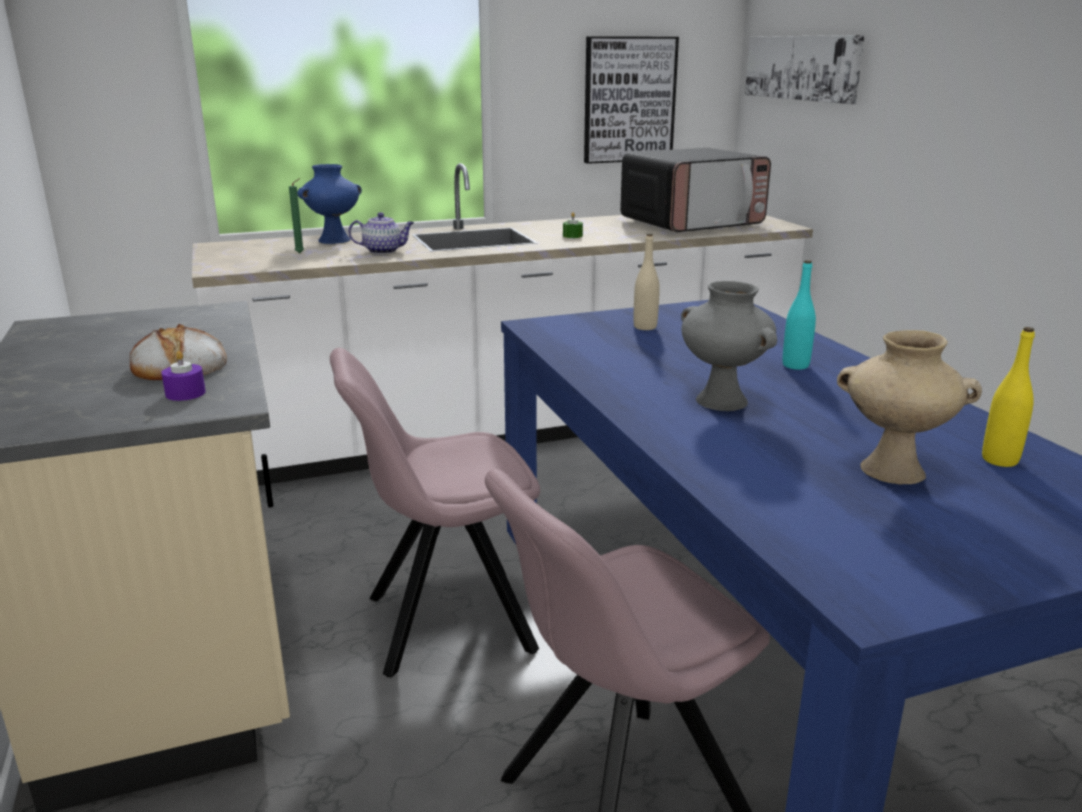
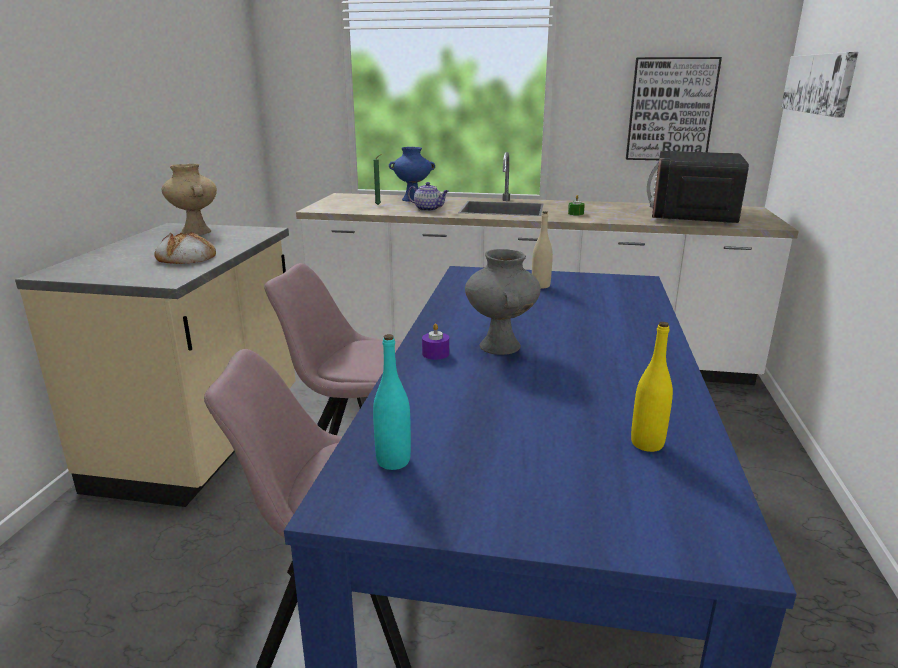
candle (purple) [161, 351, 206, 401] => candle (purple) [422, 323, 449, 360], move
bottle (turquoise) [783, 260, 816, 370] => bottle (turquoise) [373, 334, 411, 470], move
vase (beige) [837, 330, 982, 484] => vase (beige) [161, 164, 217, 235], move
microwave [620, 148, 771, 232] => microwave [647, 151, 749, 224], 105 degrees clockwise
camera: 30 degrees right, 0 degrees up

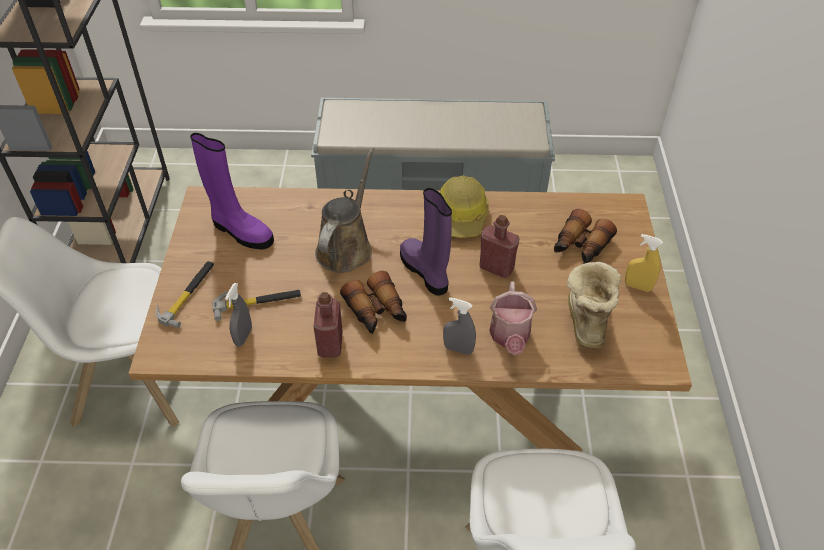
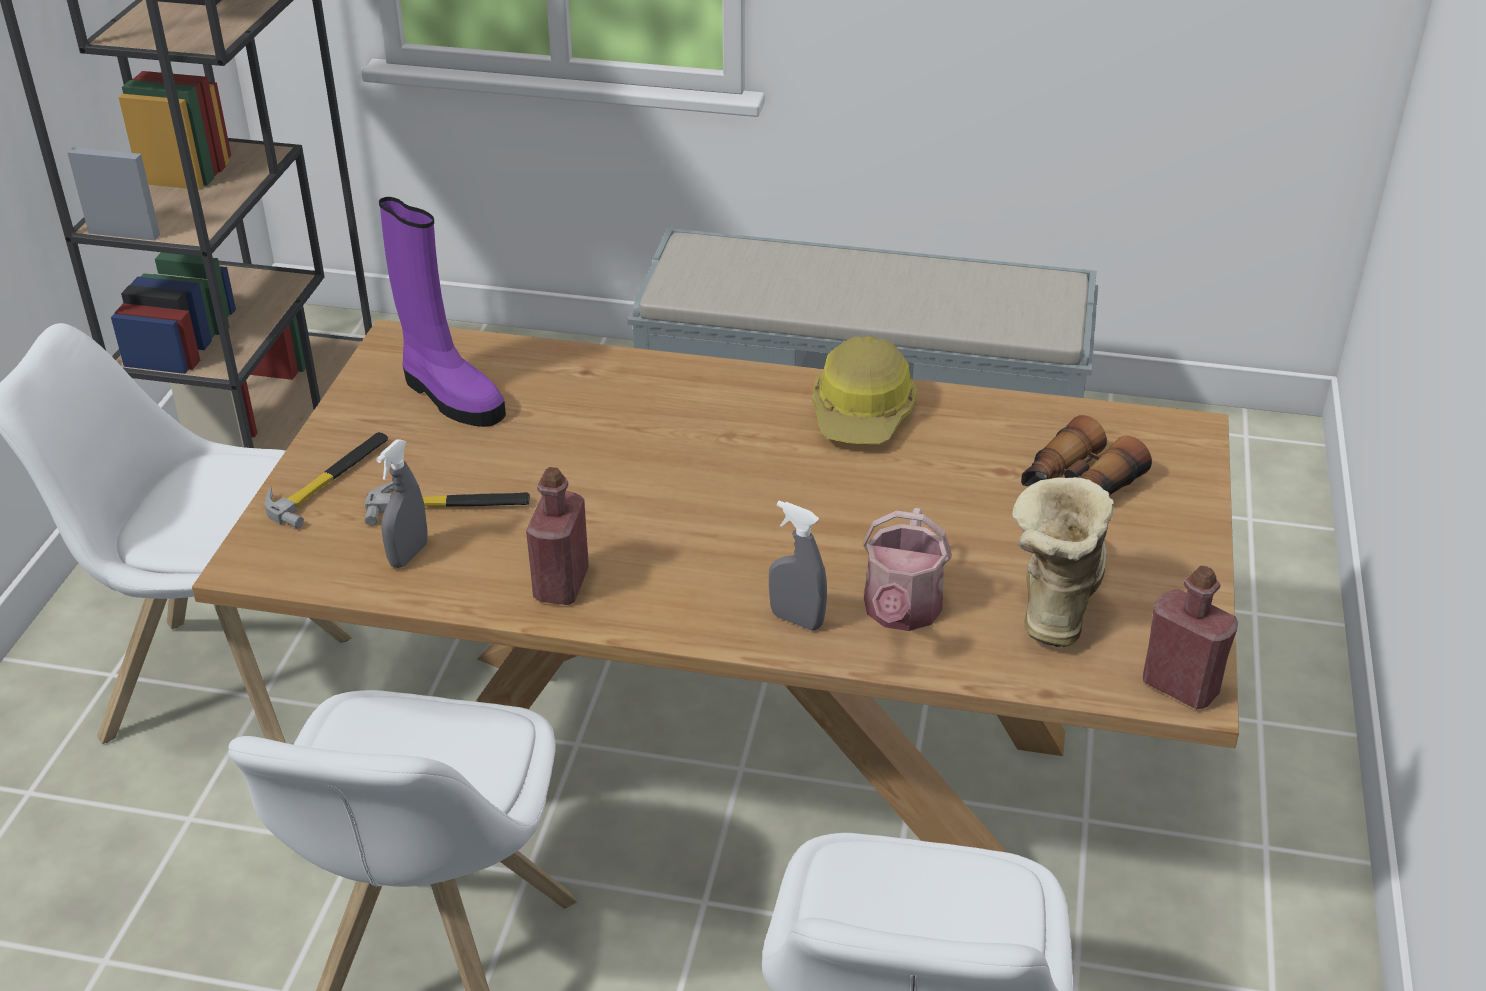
watering can (brown) [315, 148, 374, 273] => nothing
binoculars [340, 271, 407, 334] => nothing
boot (purple) [400, 188, 452, 296] => nothing
spray bottle (yellow) [625, 234, 663, 292] => nothing
bottle (red) [480, 215, 519, 278] => bottle (red) [1143, 566, 1238, 710], move
camera: 10 degrees right, 10 degrees down

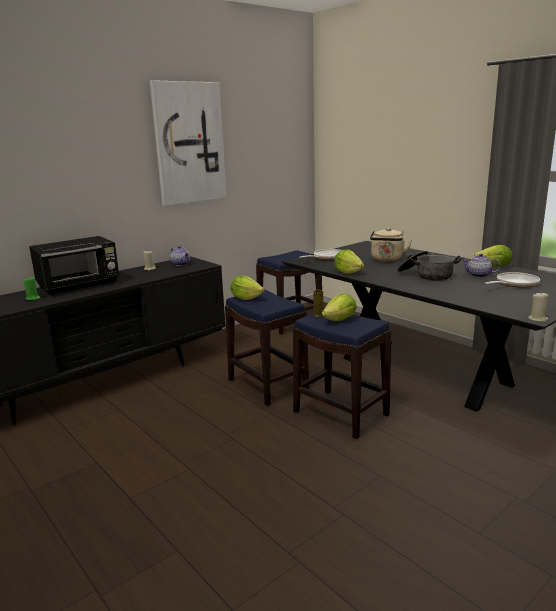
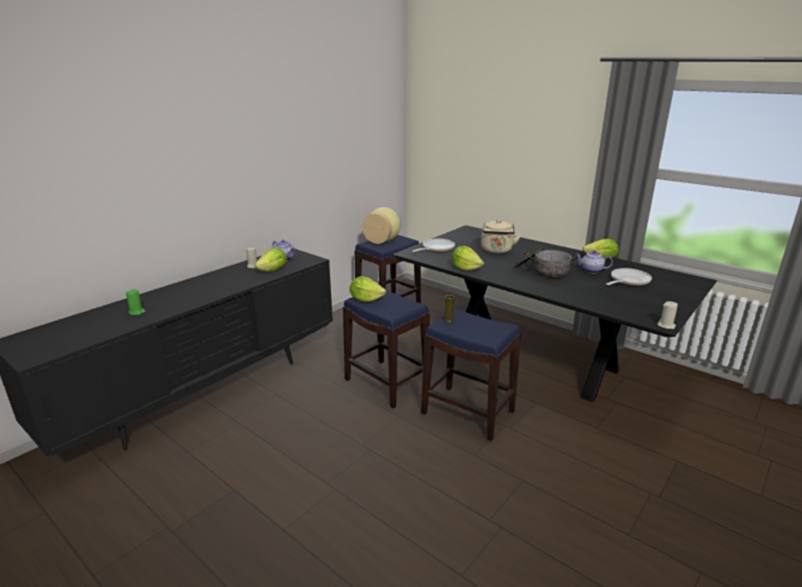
microwave (black) [29, 236, 119, 295] => nothing
picture [150, 80, 227, 206] => nothing
nothing => vase [362, 207, 401, 244]
lettuce [322, 294, 357, 321] => lettuce [254, 248, 287, 272], move
camera: 10 degrees left, 5 degrees up

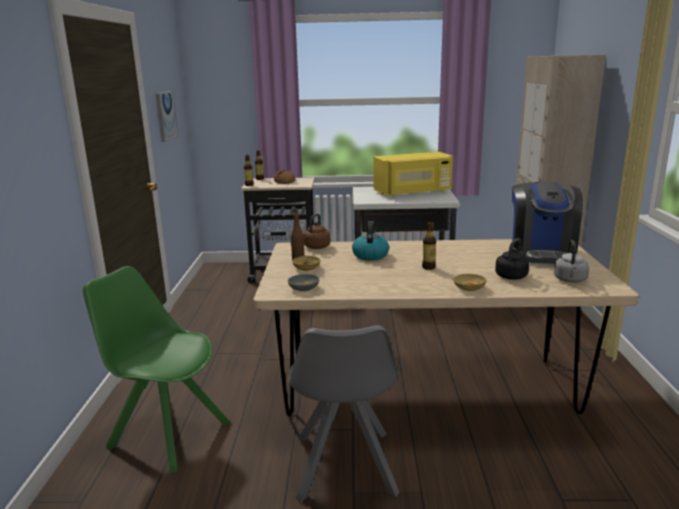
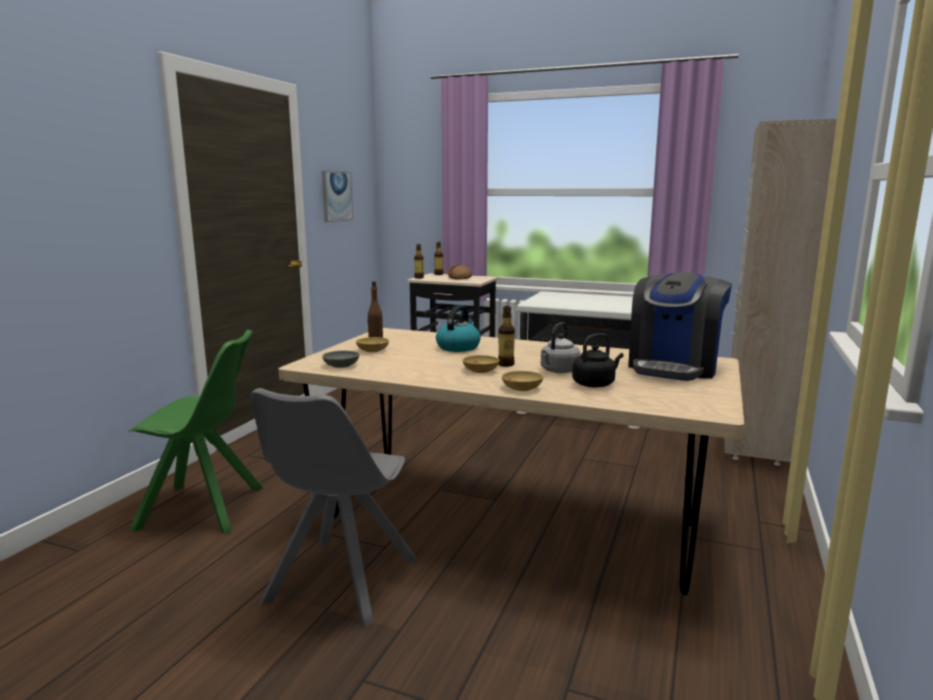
kettle (brown) [303, 214, 330, 249] => nothing
microwave (yellow) [373, 152, 453, 197] => nothing
nothing => bowl (beige) [462, 355, 500, 373]
kettle (grey) [554, 240, 590, 283] => kettle (grey) [541, 322, 581, 373], move
chair (green) [83, 266, 231, 473] => chair (green) [128, 330, 263, 534], 135 degrees clockwise
camera: 20 degrees right, 5 degrees down

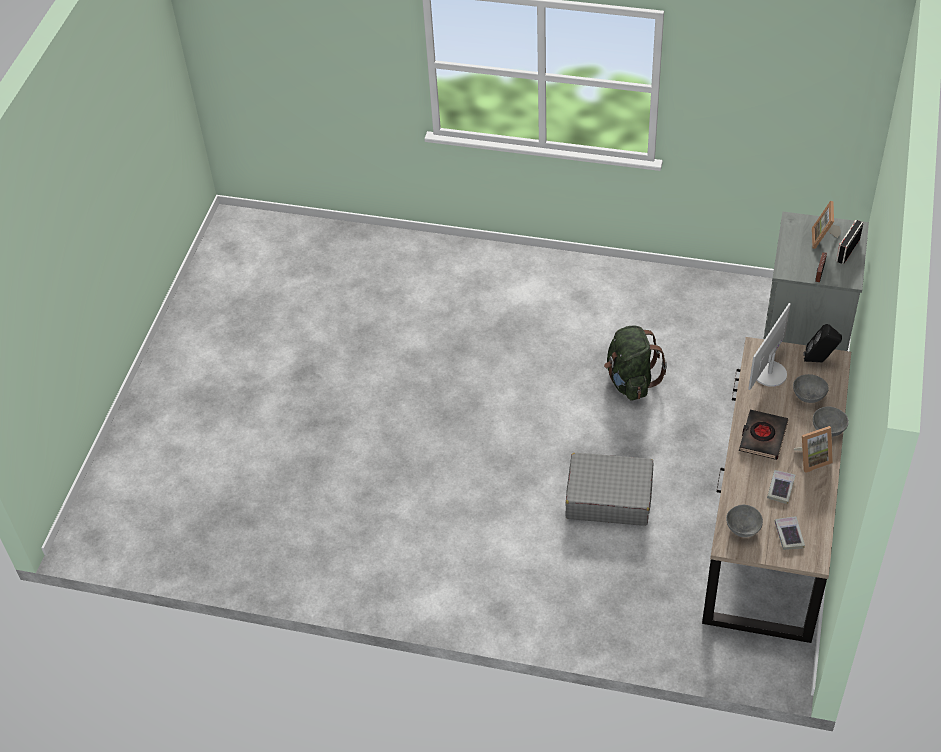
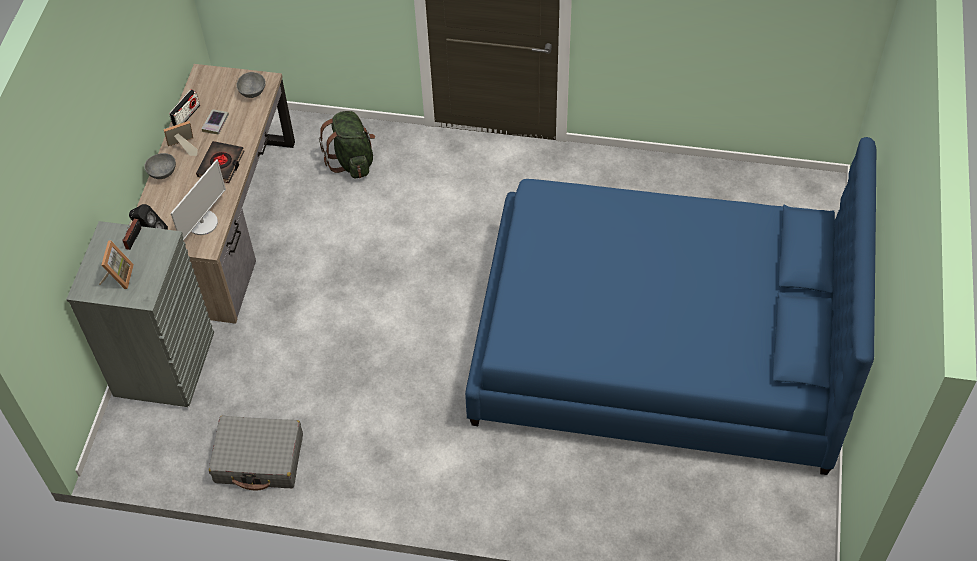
book [774, 516, 805, 550] => nothing
bowl (grey) [793, 374, 829, 403] => nothing
nothing => bed (blue) [465, 137, 877, 475]
suitcase (grey) [565, 453, 653, 526] => suitcase (grey) [209, 415, 303, 491], move
backpack (green) [604, 326, 667, 401] => backpack (green) [319, 111, 375, 179], move
radio [836, 220, 863, 264] => radio [169, 89, 200, 126], move
camera: 175 degrees right, 5 degrees up

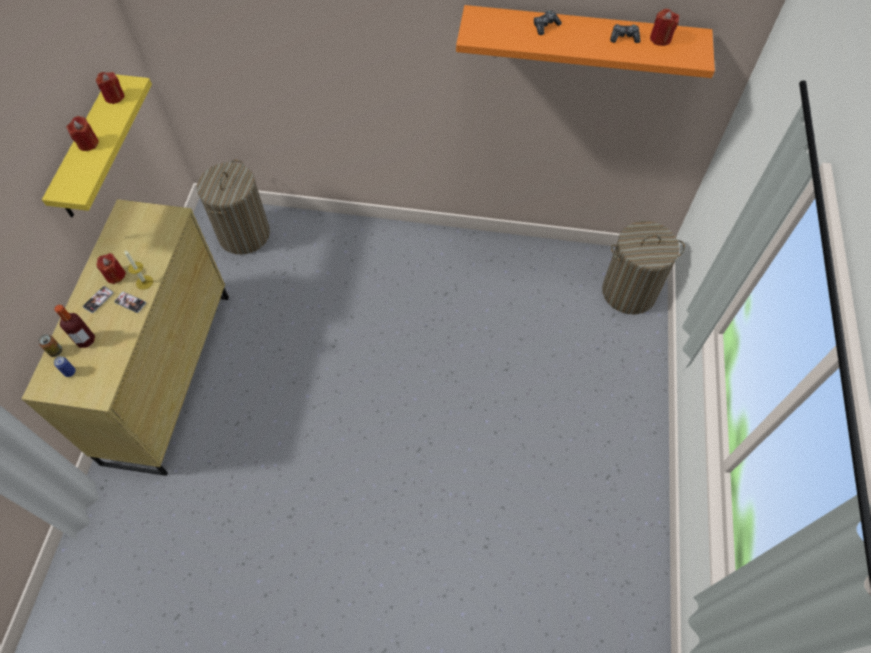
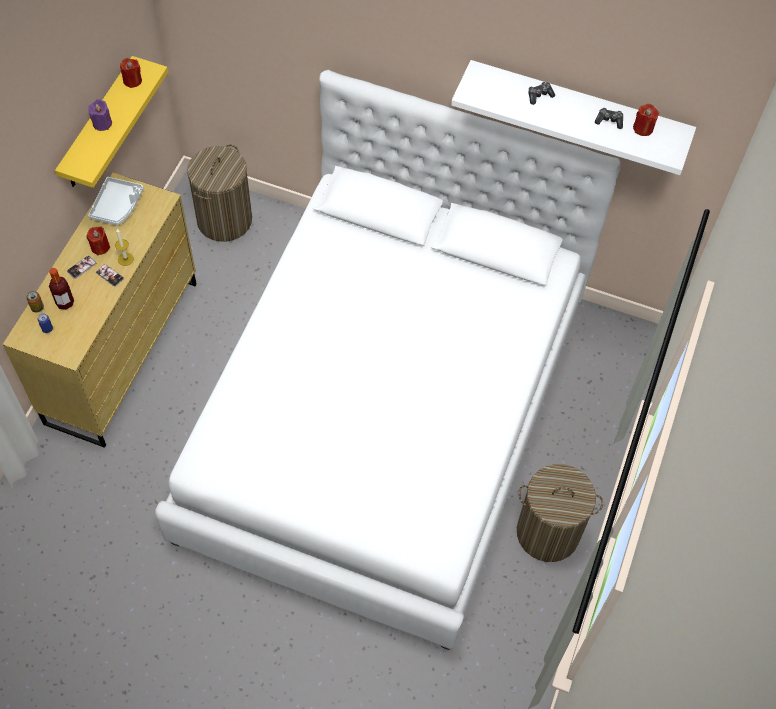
nothing => tray (white) [88, 177, 144, 225]
nothing => bed (white) [155, 70, 621, 650]
laundry basket [602, 221, 685, 314] => laundry basket [517, 464, 603, 562], move
candle (red) [67, 116, 99, 151] => candle (purple) [88, 99, 112, 131]
shelf (orange) [456, 5, 715, 78] => shelf (white) [451, 60, 696, 175]
camera: 10 degrees right, 0 degrees up

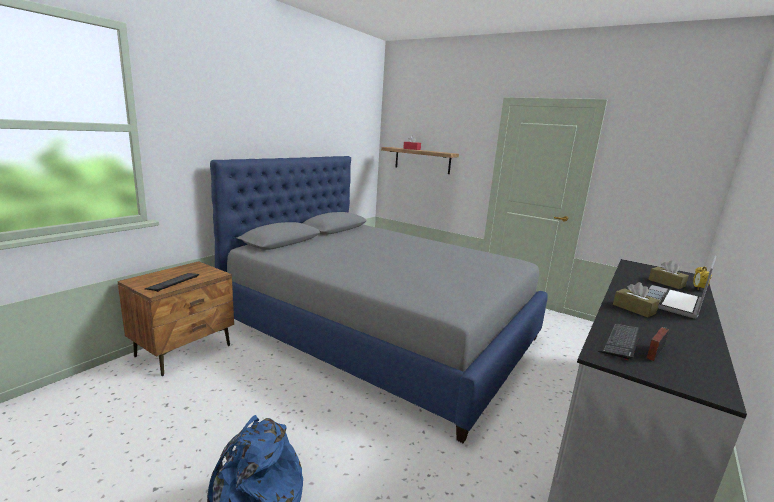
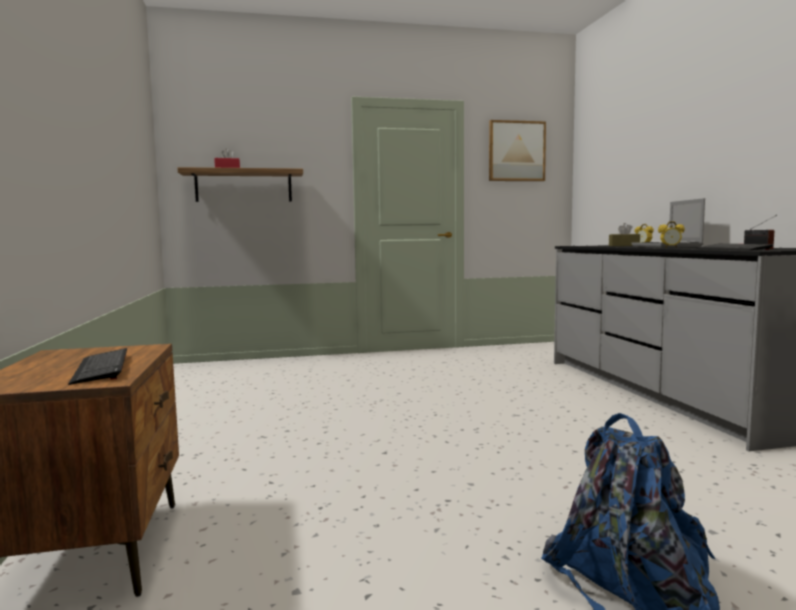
bed (grey) [210, 156, 548, 443] => nothing
nothing => picture [489, 120, 546, 181]
tissue box (brown) [613, 282, 660, 318] => alarm clock [658, 221, 685, 248]
camera: 45 degrees left, 10 degrees down

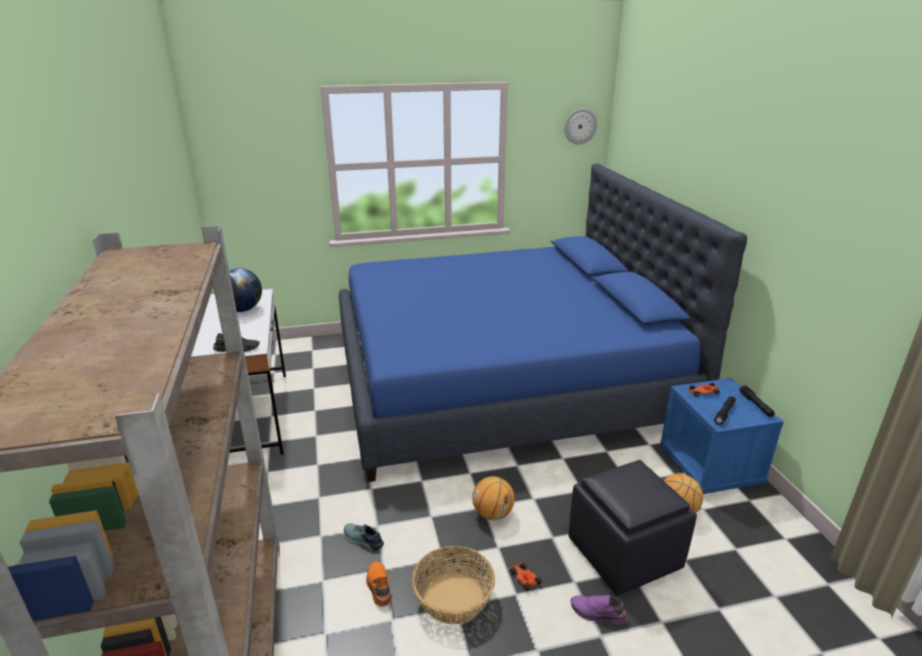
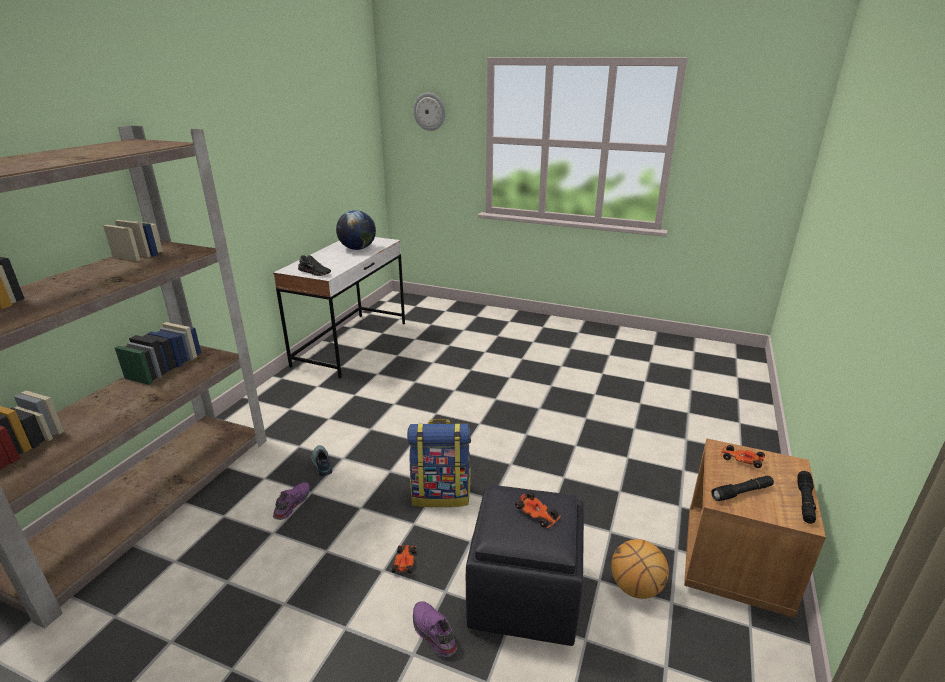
bed (blue) [339, 164, 747, 482] => nothing
basket [412, 546, 495, 624] => nothing
nothing => toy car [515, 492, 561, 528]
wall clock [564, 108, 597, 145] => wall clock [413, 93, 446, 131], move
basketball [472, 476, 515, 520] => backpack [407, 419, 471, 507]
shoe (orange) [366, 561, 391, 607] => shoe (purple) [273, 482, 310, 520]
nightstand (blue) [660, 378, 784, 494] => nightstand (brown) [684, 439, 826, 618]
camera: 35 degrees right, 0 degrees up

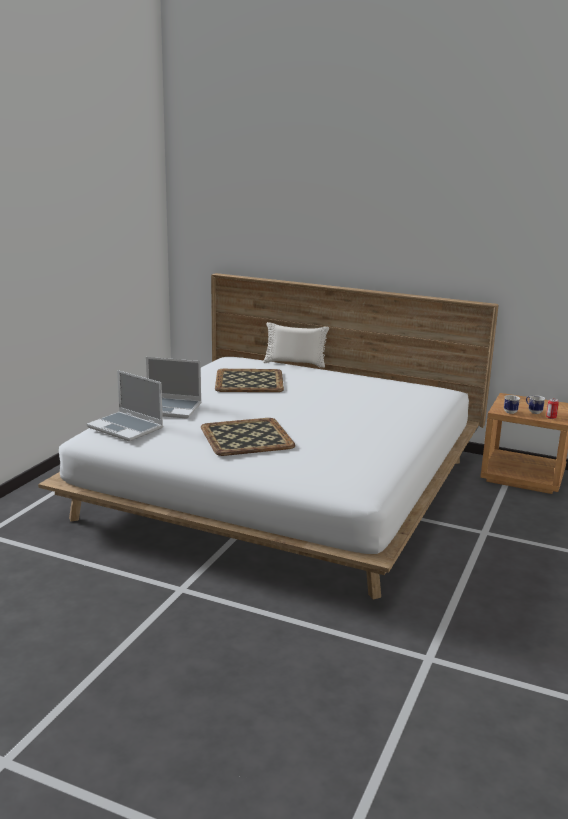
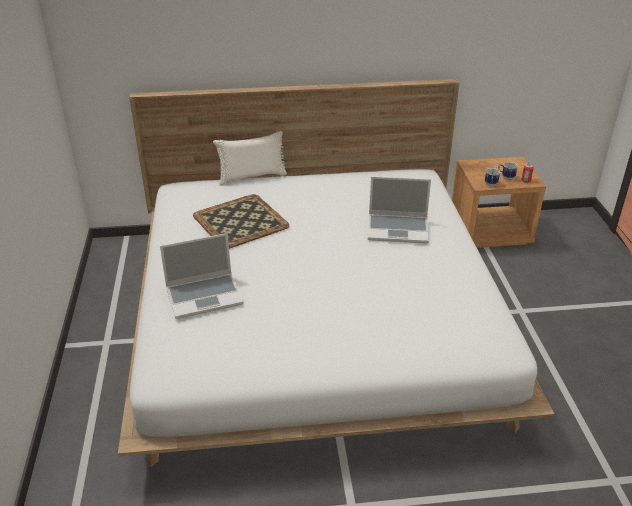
tray [201, 418, 296, 456] => nothing
laptop [87, 370, 163, 442] => laptop [368, 176, 431, 244], move
camera: 30 degrees left, 15 degrees up

